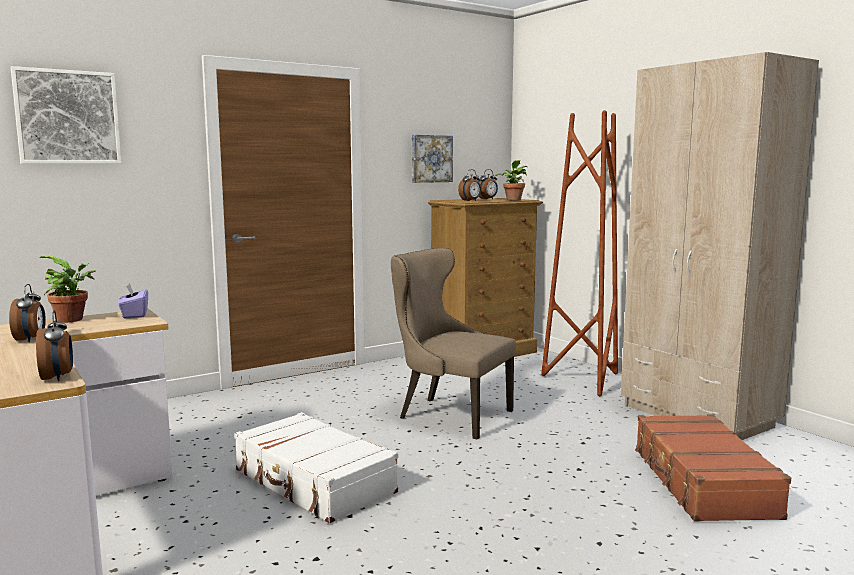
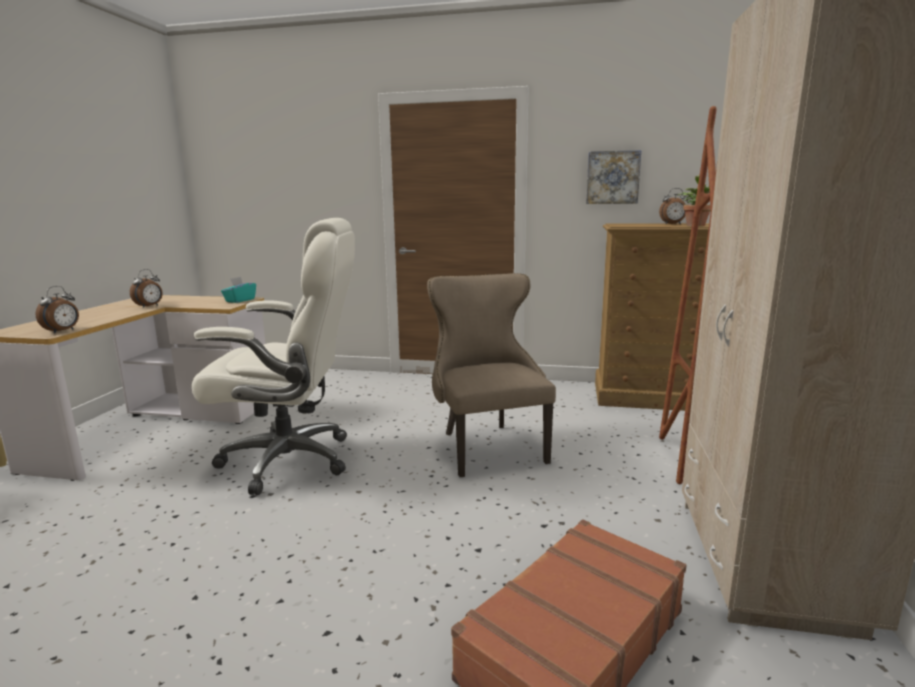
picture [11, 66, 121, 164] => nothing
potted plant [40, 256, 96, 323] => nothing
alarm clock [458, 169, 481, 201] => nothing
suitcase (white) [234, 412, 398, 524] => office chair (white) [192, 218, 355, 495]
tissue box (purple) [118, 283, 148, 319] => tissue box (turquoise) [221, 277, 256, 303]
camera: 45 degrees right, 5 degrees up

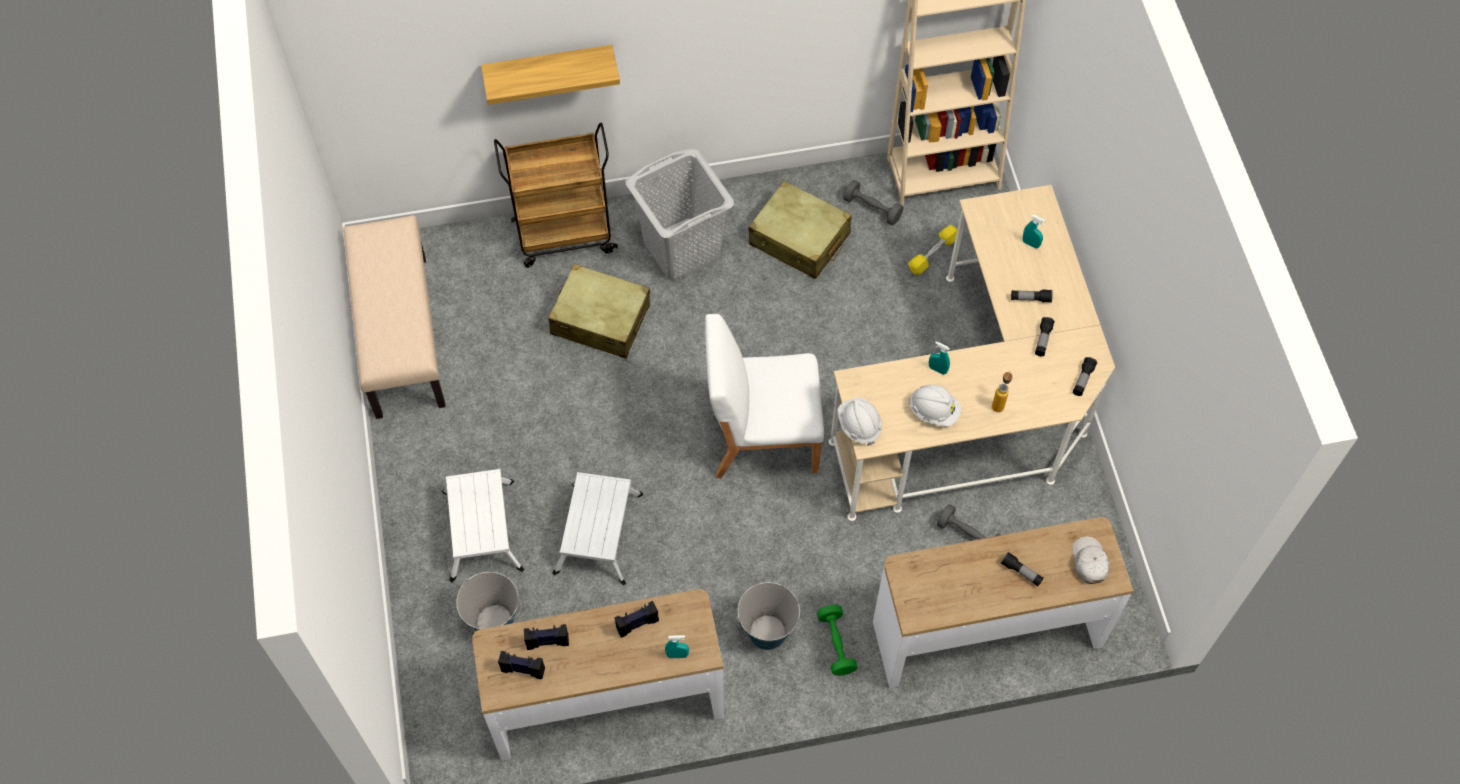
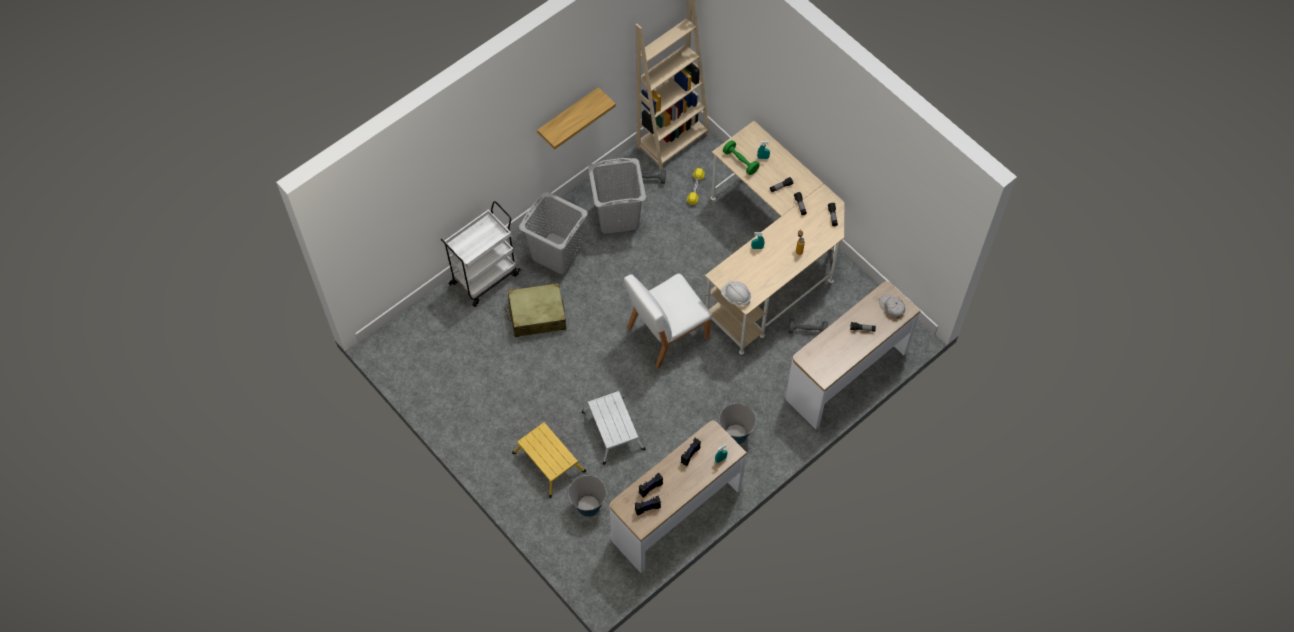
bench (beige) [343, 215, 446, 419] => nothing
hard hat (white) [908, 384, 961, 426] => nothing
shelf [481, 45, 620, 105] => shelf [537, 87, 616, 149], move
dumbbell (green) [817, 605, 858, 676] => dumbbell (green) [723, 140, 760, 175], move
suitcase (beige) [748, 181, 852, 279] => laundry basket (grey) [588, 158, 646, 234]
step ladder (white) [442, 469, 524, 582] => step ladder (yellow) [512, 422, 586, 498]
cart (brown) [494, 123, 618, 268] => cart (white) [441, 201, 521, 307]
camera: 30 degrees left, 0 degrees up

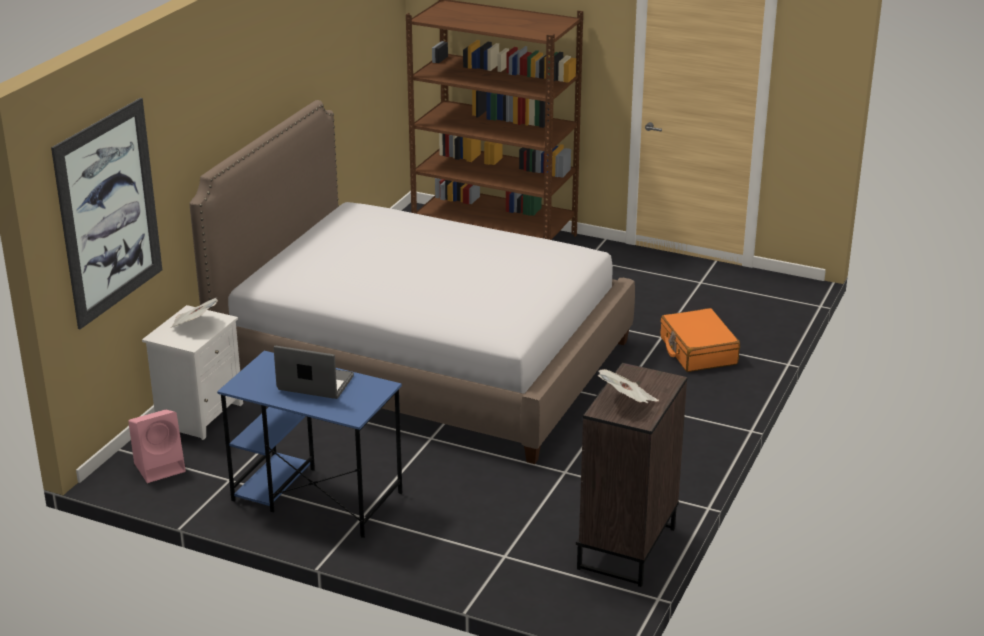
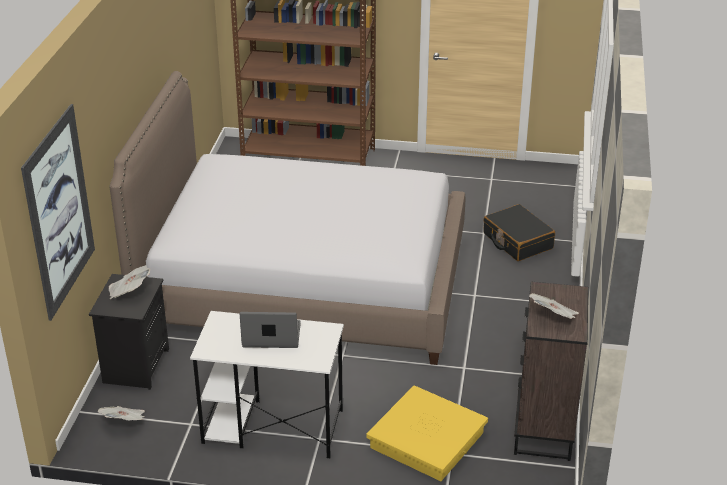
nothing => storage box (yellow) [366, 386, 488, 481]
speaker (pink) [128, 410, 186, 483] => newspaper [98, 406, 145, 420]
nightstand (white) [142, 305, 243, 440] => nightstand (black) [89, 274, 169, 390]
desk (blue) [217, 351, 403, 538] => desk (white) [190, 311, 344, 458]
suitcase (orange) [660, 308, 740, 372] => suitcase (black) [483, 204, 555, 261]
camera: 15 degrees left, 5 degrees up

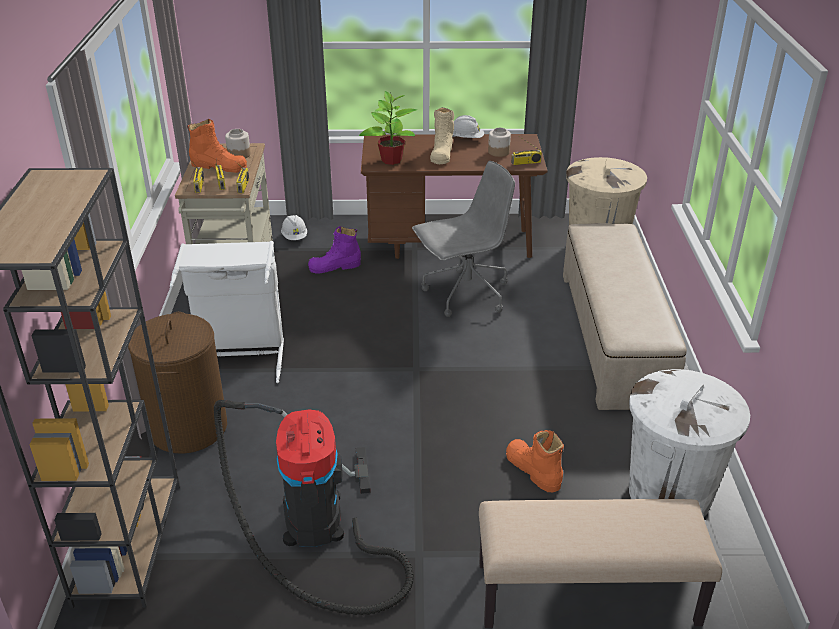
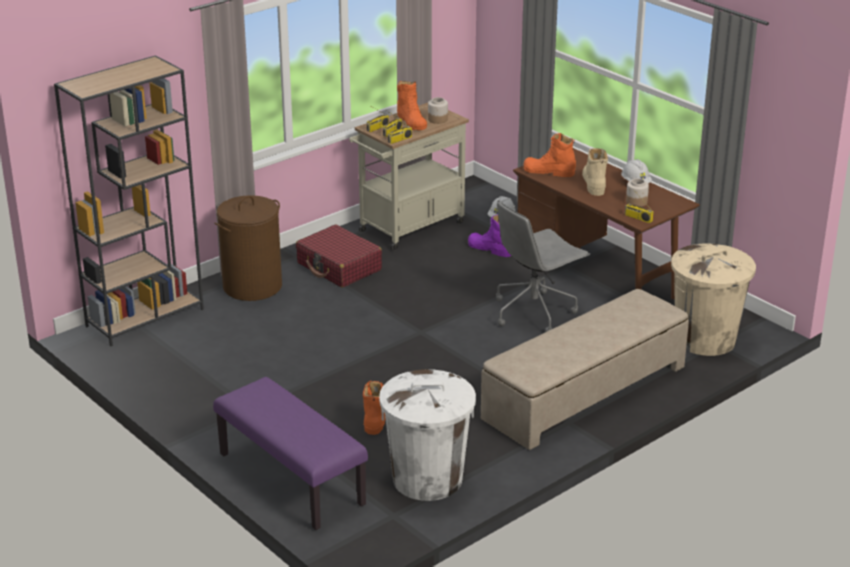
vacuum cleaner [214, 400, 414, 615] => nothing
laundry basket (white) [170, 241, 284, 383] => suitcase (red) [296, 224, 382, 288]
potted plant [359, 91, 417, 165] => boot (orange) [523, 133, 576, 177]
bench (beige) [479, 499, 722, 628] => bench (purple) [213, 377, 368, 530]
office chair (grey) [412, 161, 515, 317] => office chair (grey) [496, 200, 591, 332], 120 degrees clockwise
boot (beige) [430, 107, 454, 164] => boot (beige) [582, 148, 608, 196], 120 degrees clockwise
camera: 50 degrees right, 5 degrees down

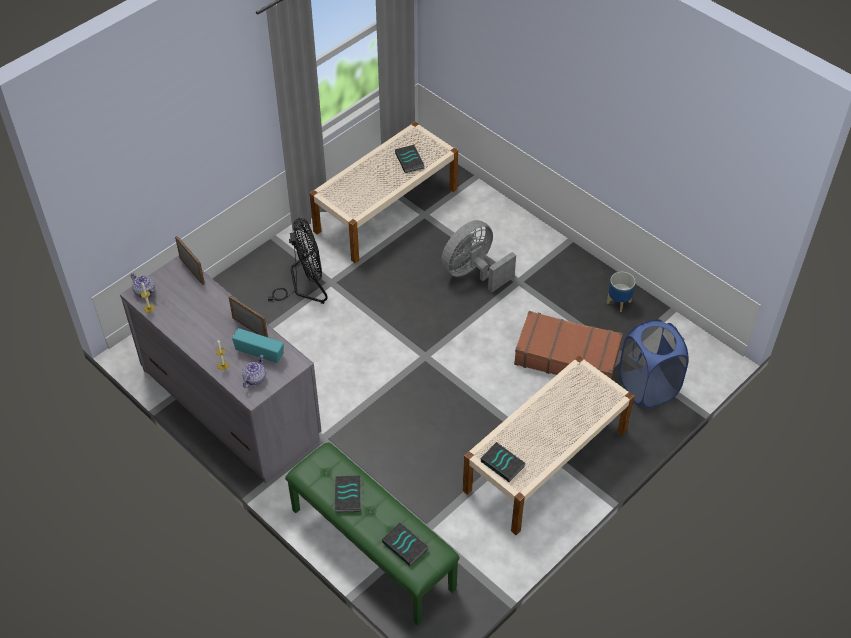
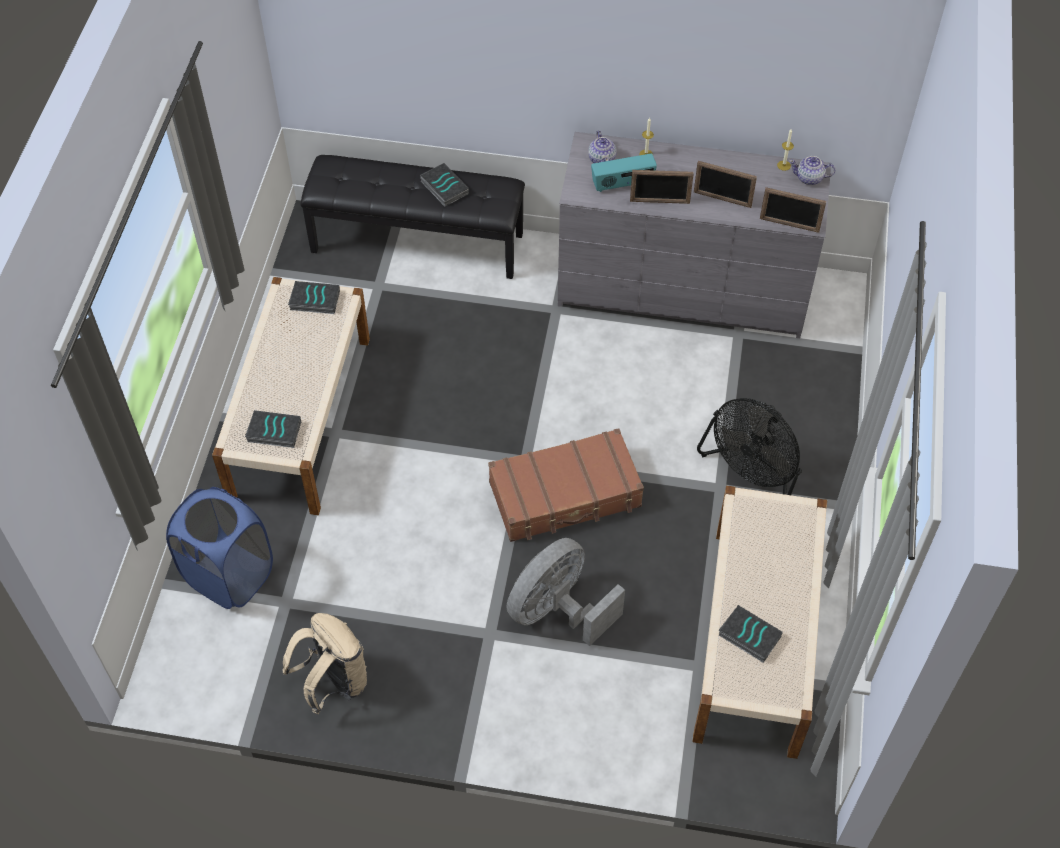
nothing => picture frame [694, 161, 757, 208]
book [382, 522, 429, 566] => book [245, 410, 301, 448], move
suitcase (brown) [514, 311, 623, 382] => suitcase (brown) [488, 428, 644, 542], move
planter [607, 272, 635, 312] => backpack (beige) [282, 613, 367, 714]
bench (green) [285, 443, 460, 625] => bench (black) [300, 155, 525, 279]
fan (grey) [441, 220, 516, 292] => fan (grey) [506, 538, 625, 646], 150 degrees counterclockwise
camera: 145 degrees right, 5 degrees up

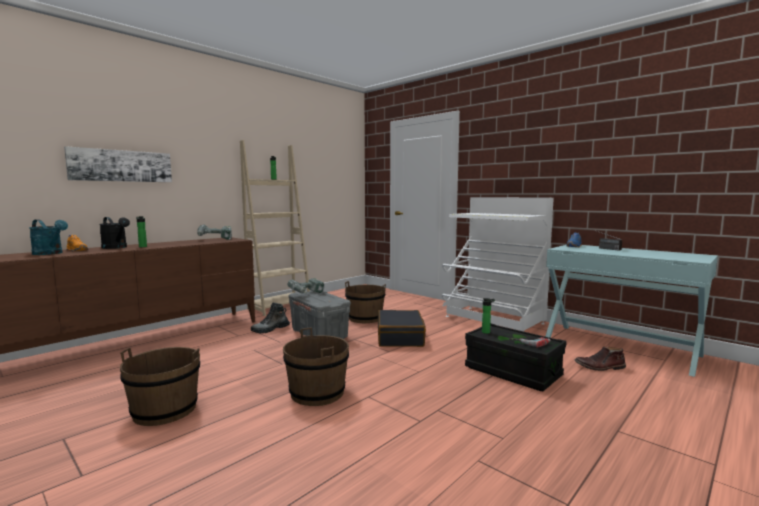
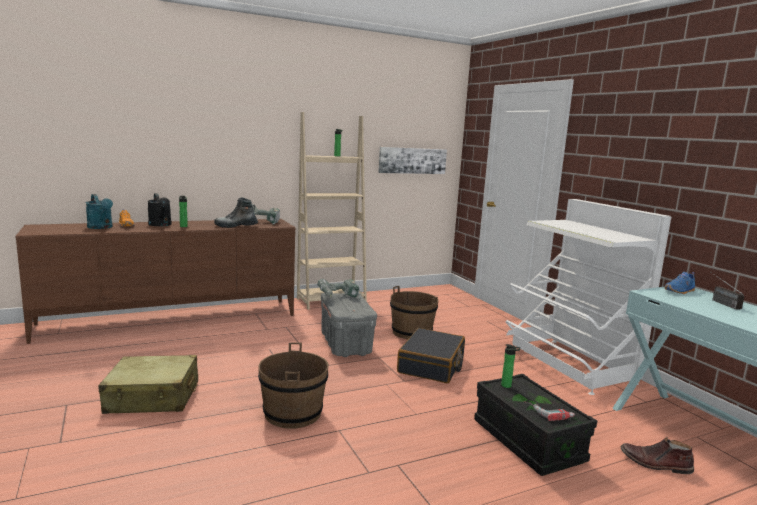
picture [64, 146, 172, 182] => picture [378, 147, 447, 174], move
boot [251, 303, 290, 333] => boot [214, 197, 258, 228], move
bucket (brown) [120, 347, 200, 426] => suitcase (beige) [98, 355, 198, 414]
camera: 20 degrees right, 5 degrees up

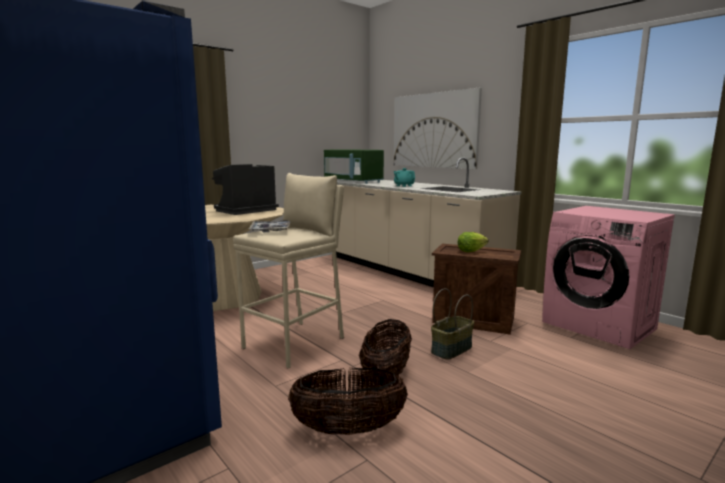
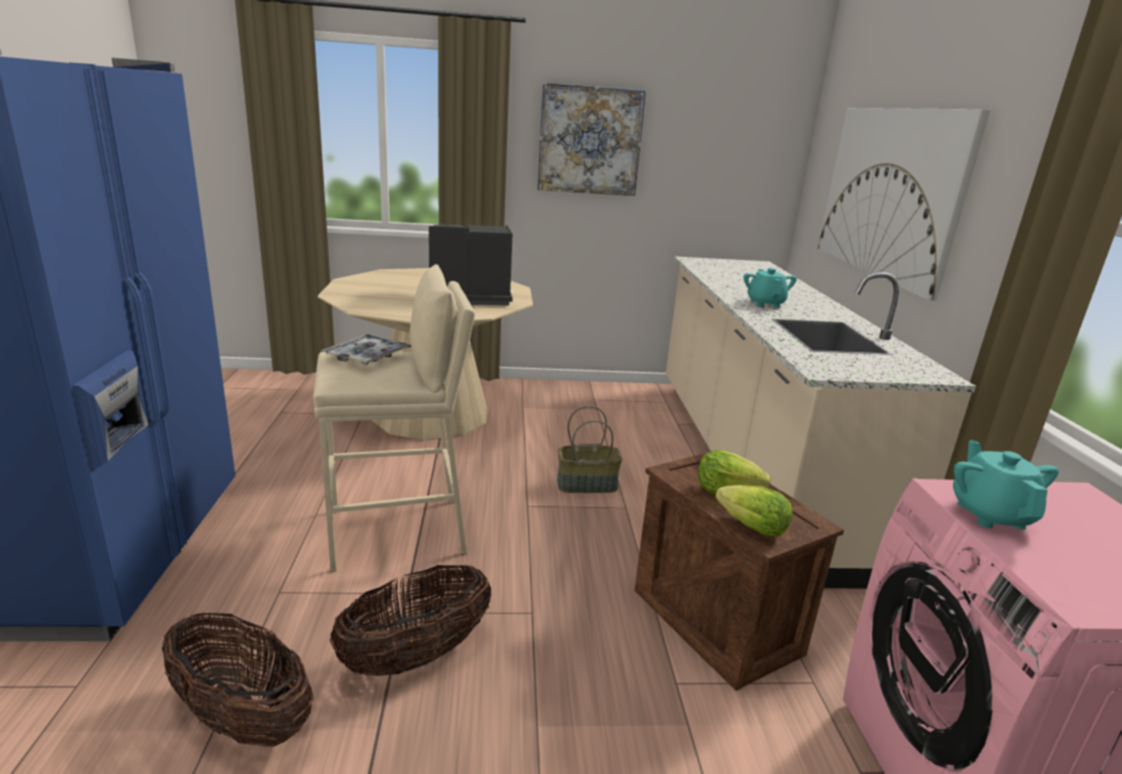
microwave (green) [324, 149, 384, 184] => nothing
nothing => picture [537, 82, 646, 196]
nothing => lettuce [716, 485, 792, 537]
nothing => teapot (turquoise) [953, 441, 1059, 529]
basket [431, 288, 474, 360] => basket [557, 406, 622, 493], move
camera: 35 degrees right, 10 degrees up

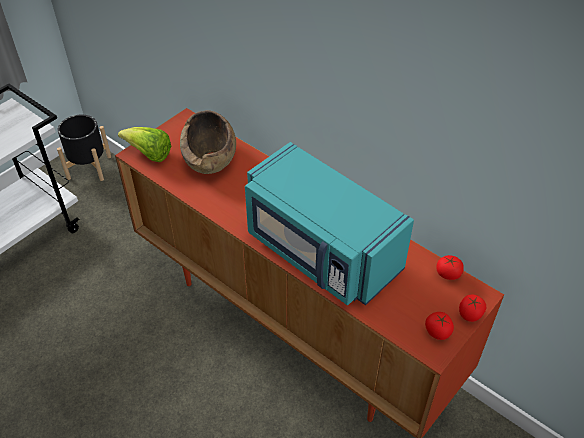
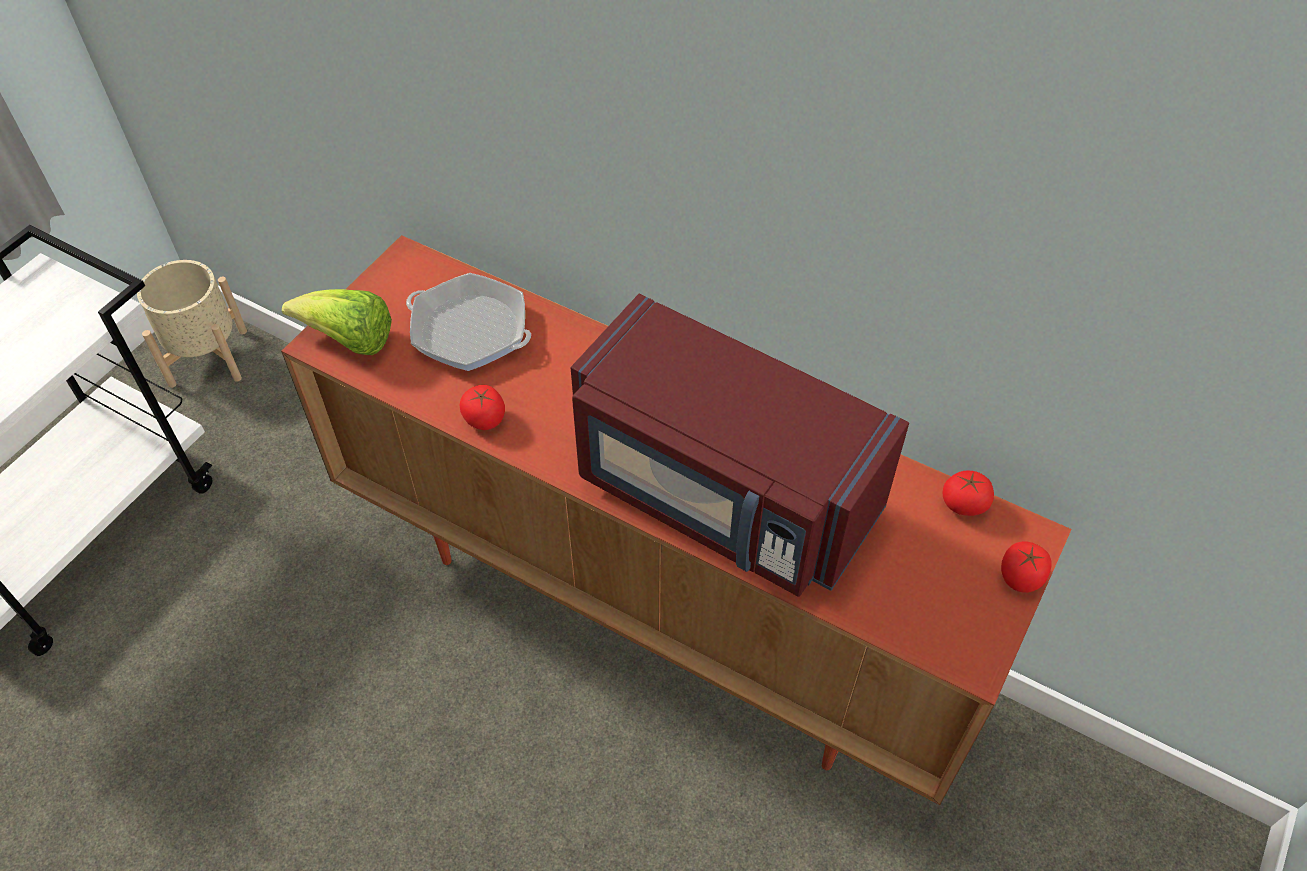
tomato [425, 312, 454, 340] => tomato [460, 385, 505, 430], move
bowl (brown) [180, 110, 236, 174] => frying pan [406, 273, 531, 371]
planter (black) [57, 115, 111, 181] => planter (beige) [137, 260, 247, 388]
microwave (turquoise) [245, 142, 414, 305] => microwave (red) [571, 294, 909, 597]
camera: 10 degrees left, 5 degrees up

